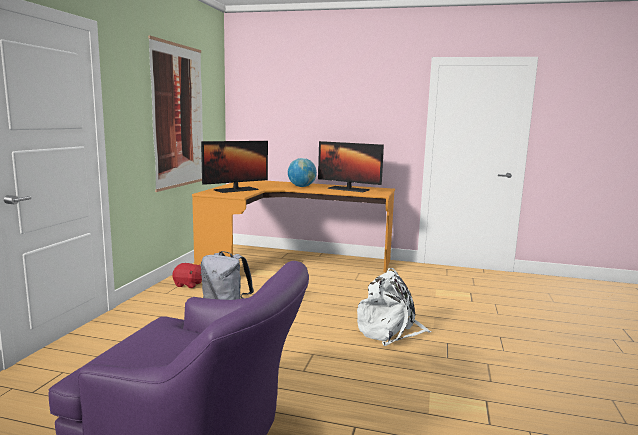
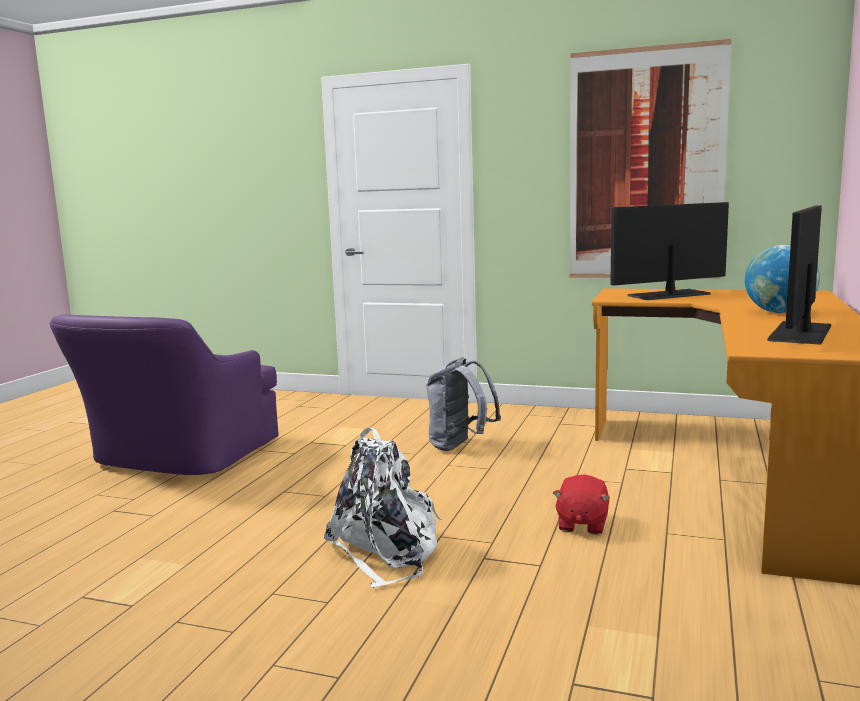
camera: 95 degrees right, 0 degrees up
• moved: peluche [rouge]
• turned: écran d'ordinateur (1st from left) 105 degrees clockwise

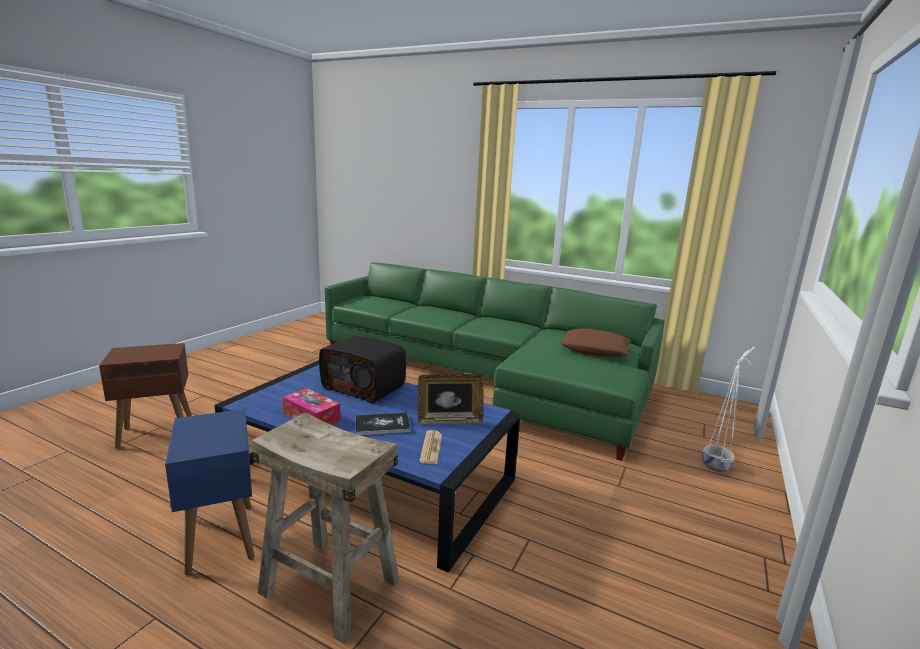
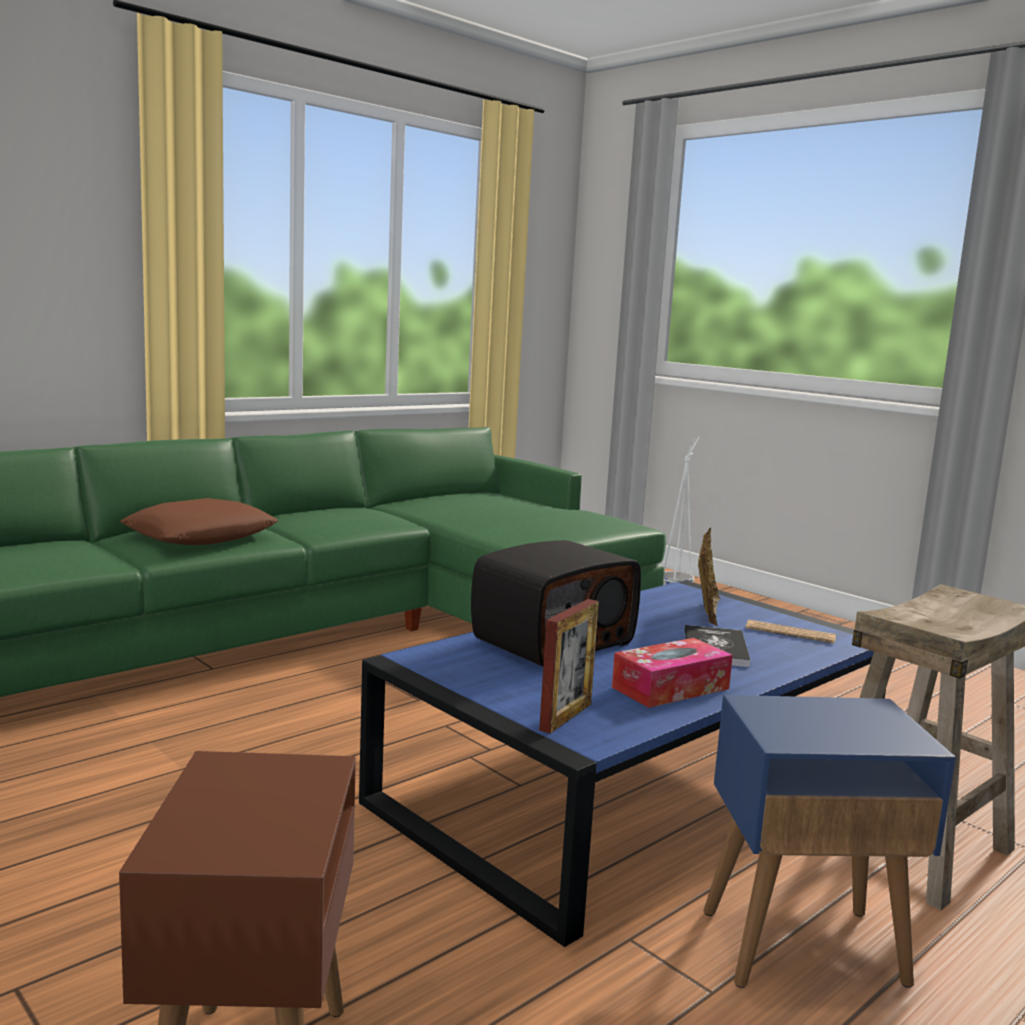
camera: 70 degrees left, 5 degrees down
• moved: coussin [marron]
• added: cadre photo (1st from left)

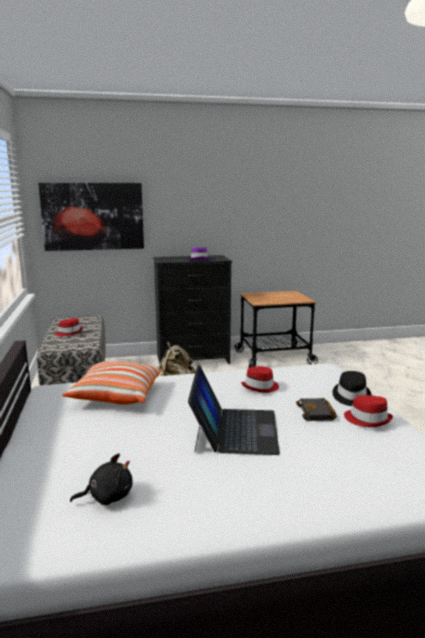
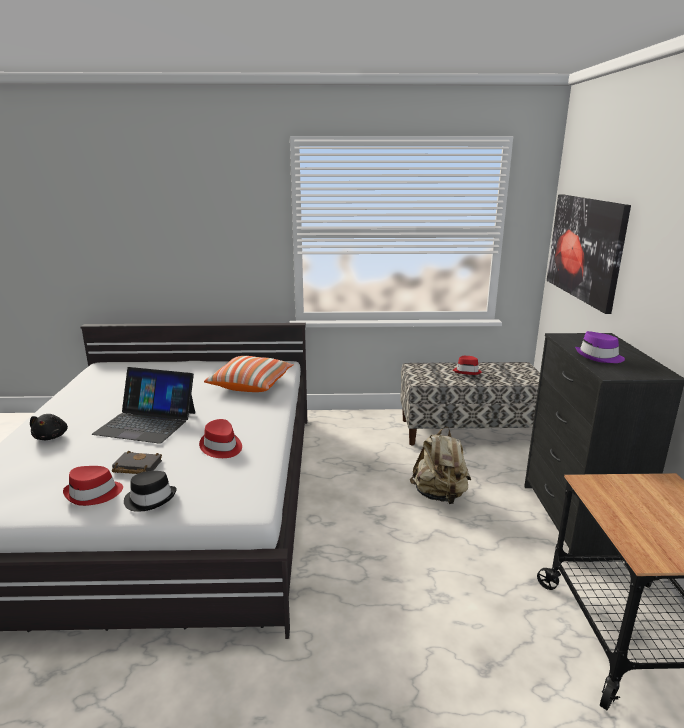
camera: 100 degrees right, 5 degrees up
• moved: peluche [noir]

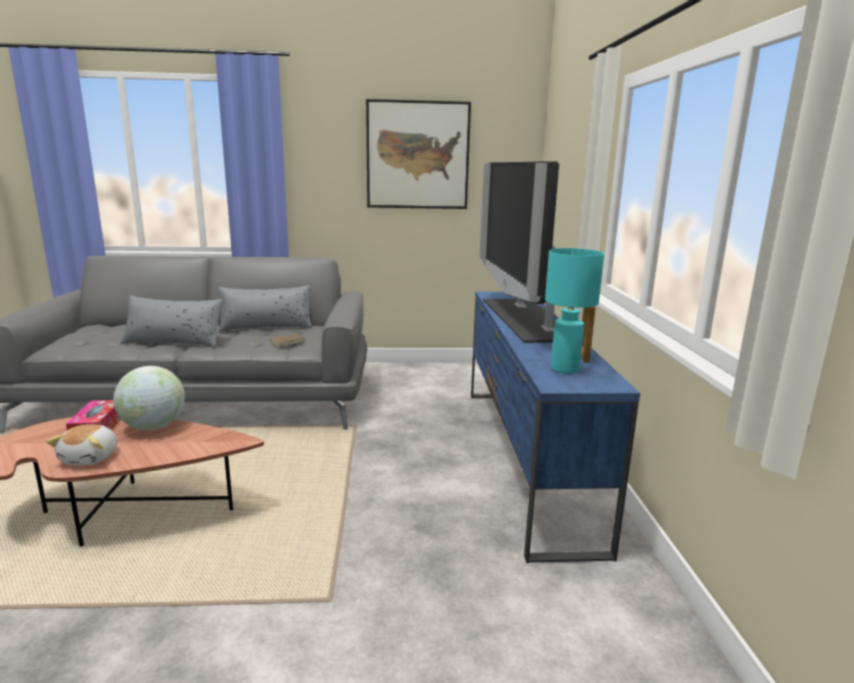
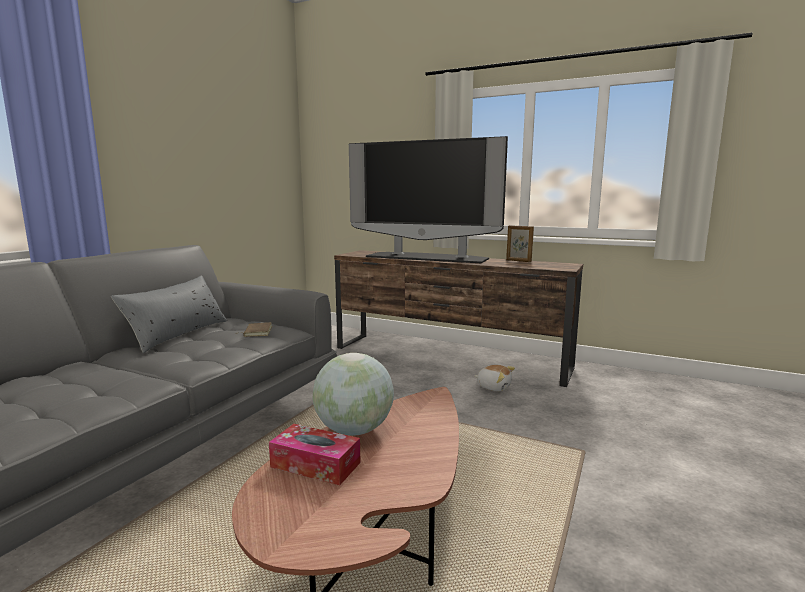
camera: 60 degrees left, 5 degrees down
• recoloured: meuble télé [bleu] to meuble télé [marron]
• moved: peluche
• removed: coussin [gris] (1st from left)
• removed: tableau
• removed: lampe de table [turquoise]

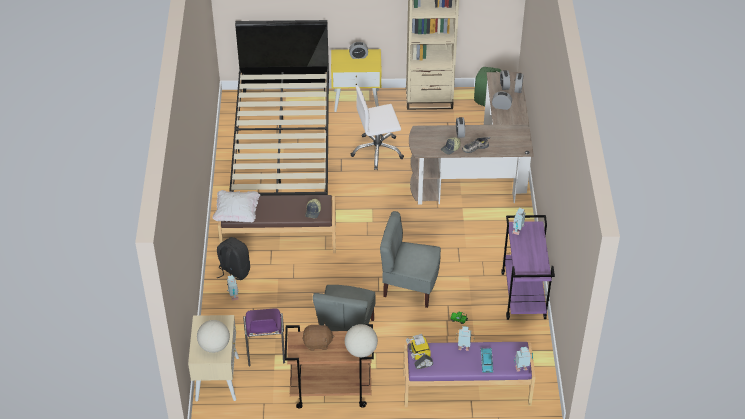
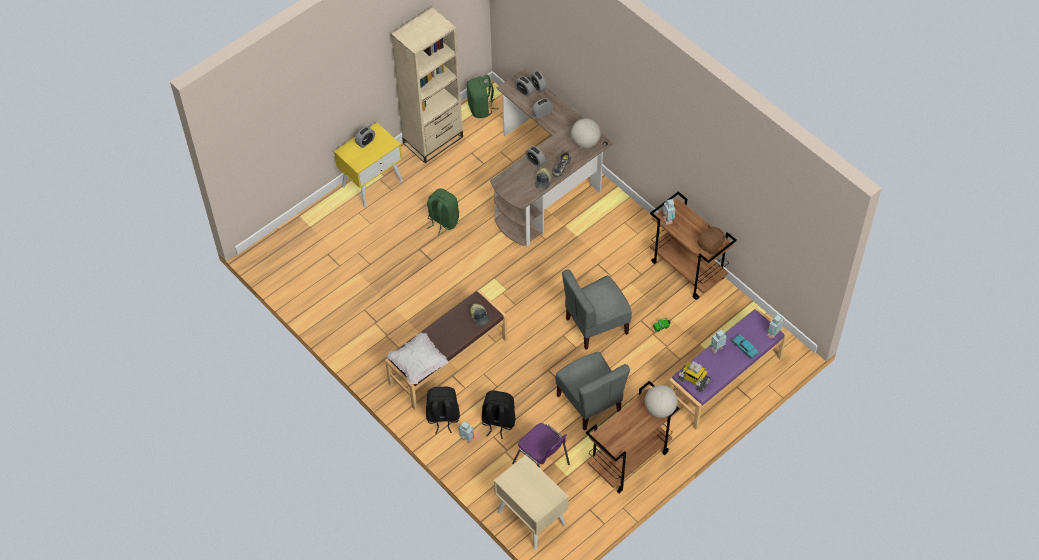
camera: 40 degrees left, 10 degrees up
• replaced: chaise de bureau [blanc] to sac à dos [vert] (1st from left)
• added: sac à dos [noir] (2nd from left)
• moved: globe (1st from left)
• recoloured: chariot [violet] to chariot [marron] (2nd from left)
• moved: peluche [marron]
• removed: lit [noir]

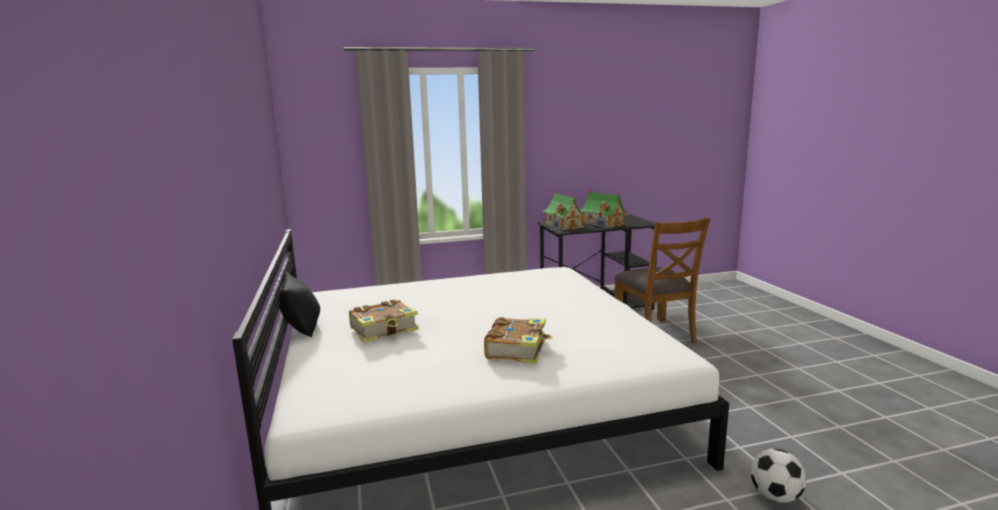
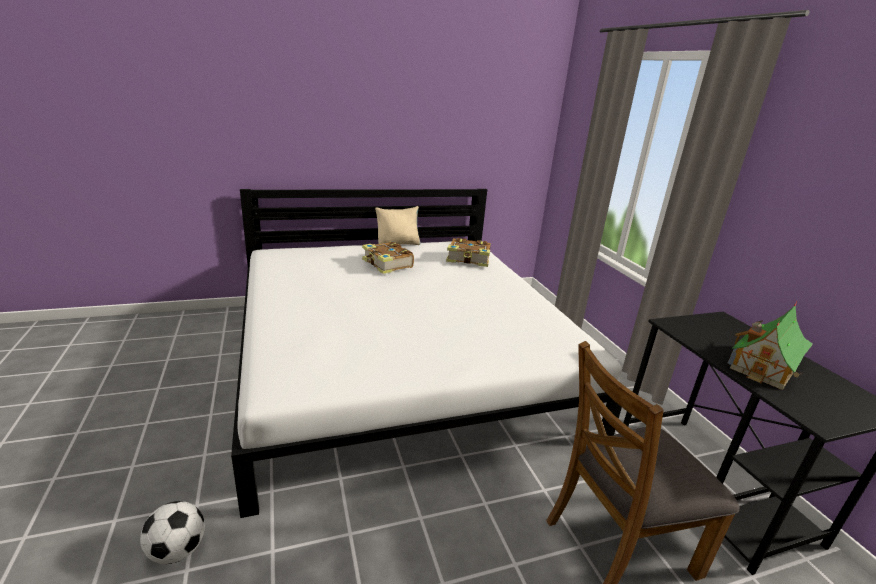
camera: 85 degrees right, 10 degrees up
• recoloured: coussin [noir] to coussin [beige]
• moved: livre (2nd from left)
• removed: maison miniature (1st from left)

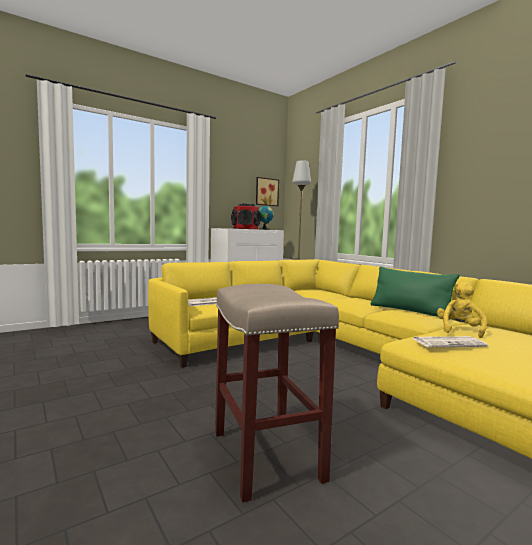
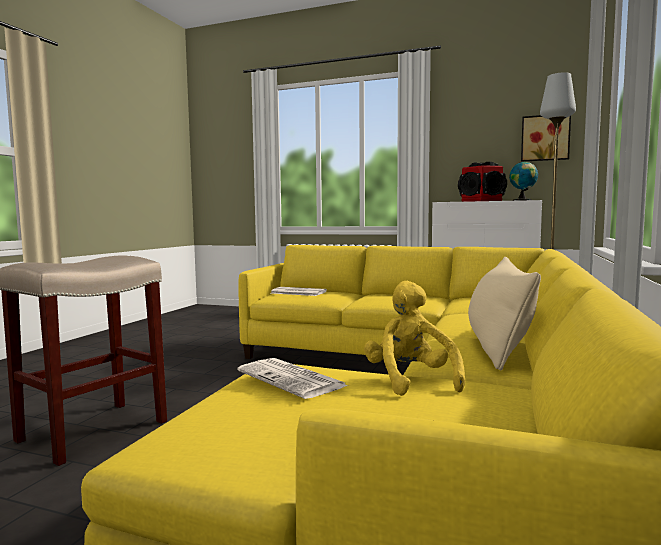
camera: 55 degrees right, 0 degrees up
• turned: peluche [jaune] 90 degrees counterclockwise
• recoloured: coussin [vert] to coussin [beige]

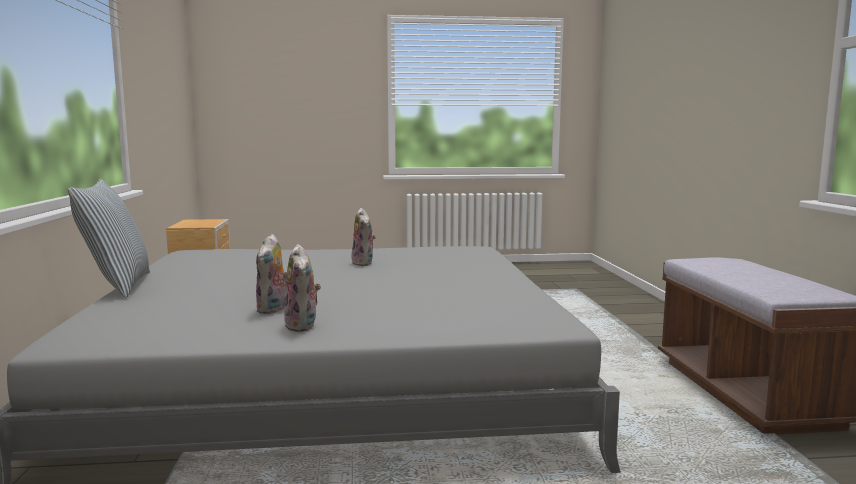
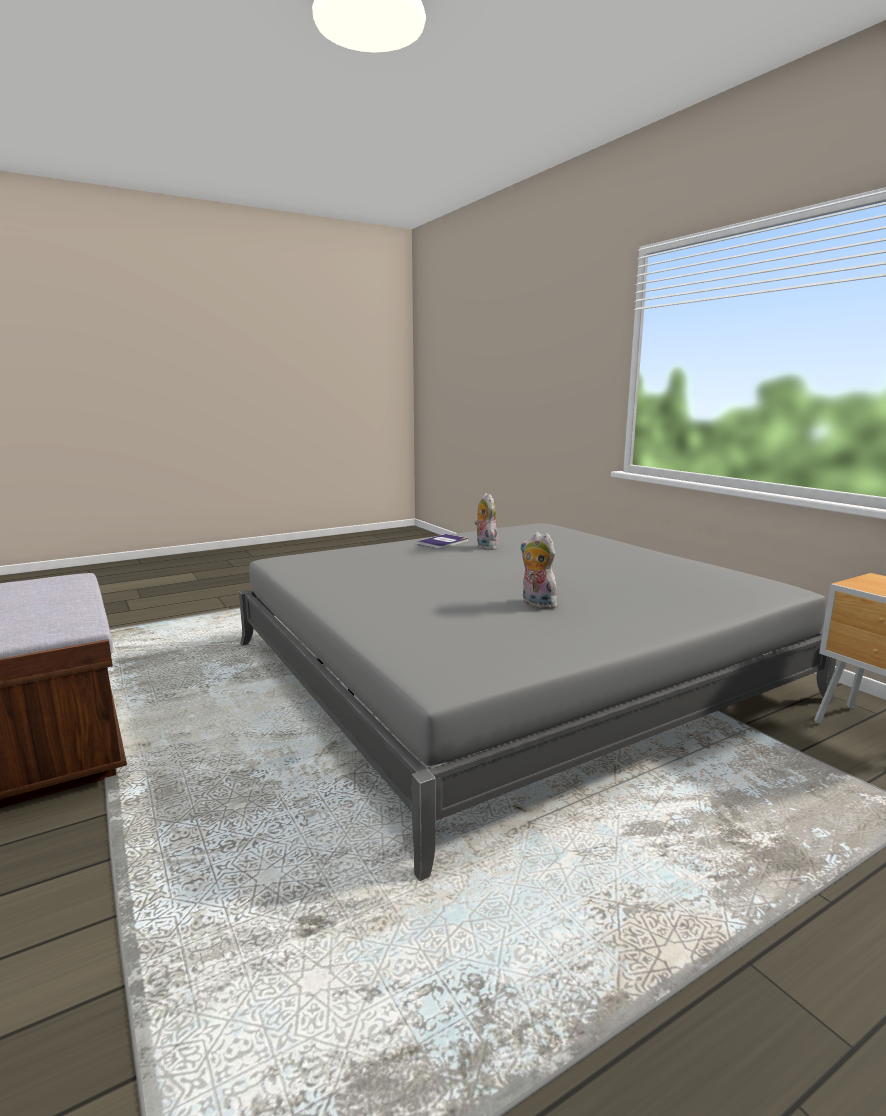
camera: 155 degrees right, 5 degrees up
• replaced: peluche (2nd from left) to livre
• removed: coussin

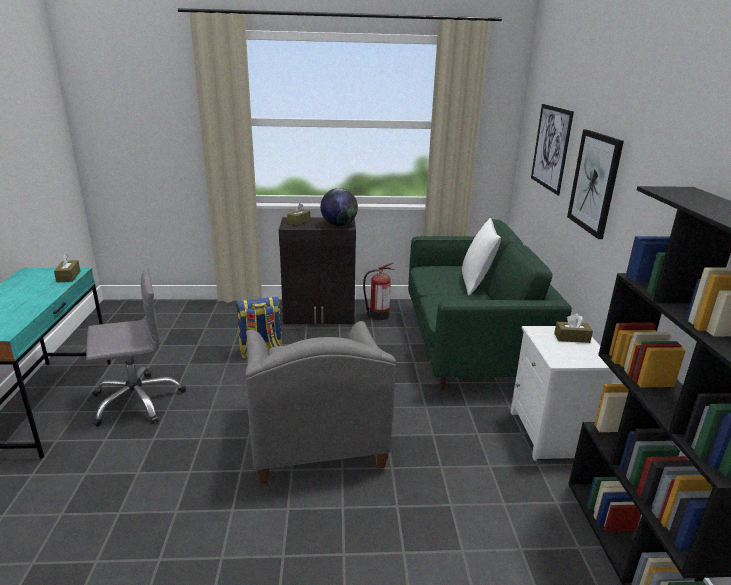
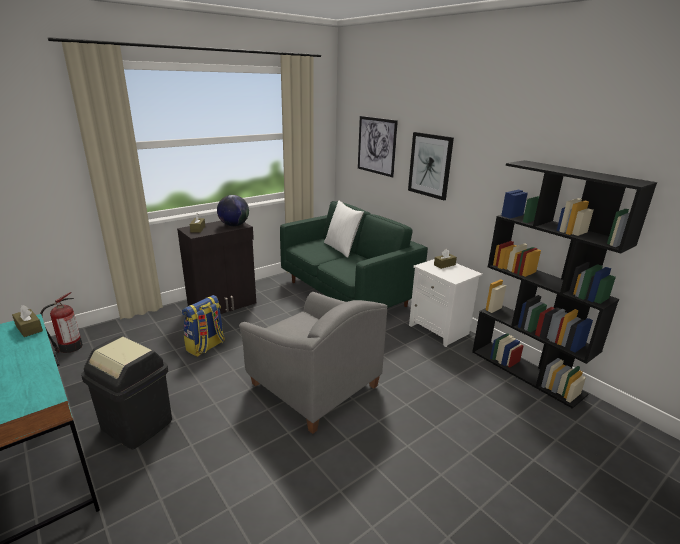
camera: 35 degrees left, 0 degrees up
• moved: extincteur
• replaced: chaise de bureau [gris] to poubelle [noir]

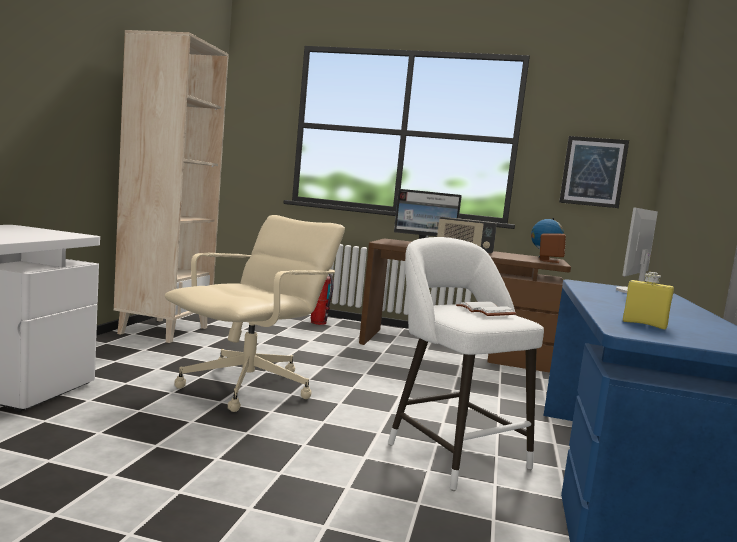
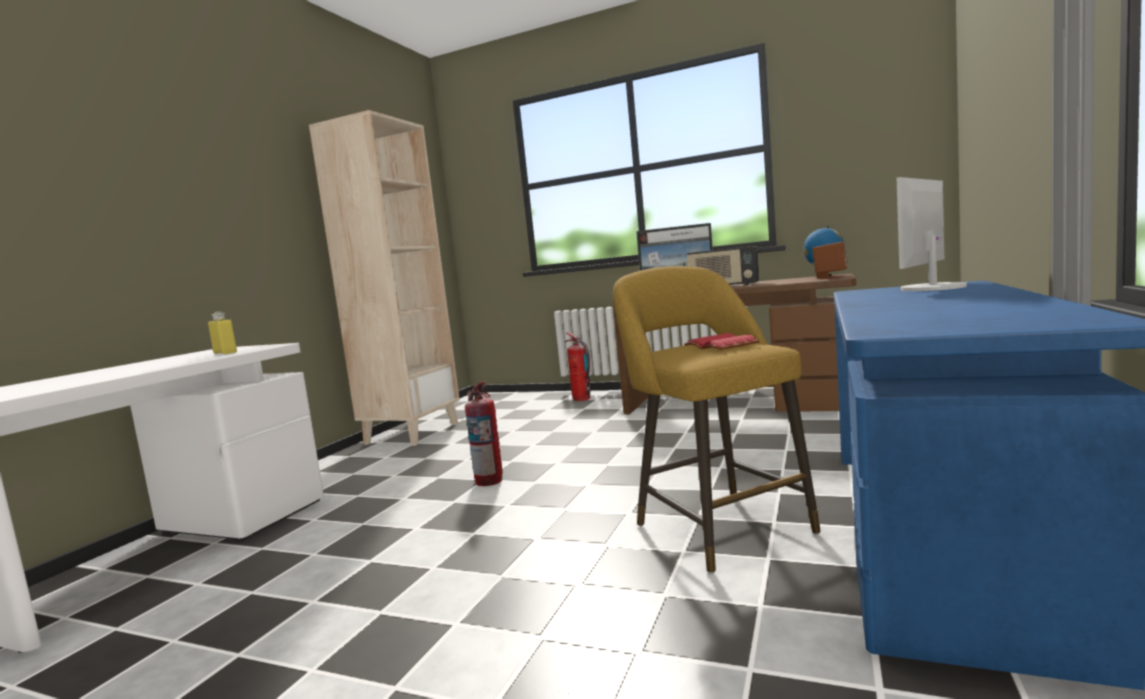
camera: 10 degrees right, 0 degrees up
• moved: bouteille [jaune]
• replaced: chaise de bureau [beige] to extincteur (1st from left)
• recoloured: tabouret [blanc] to tabouret [jaune]
• recoloured: livre [blanc] to livre [rouge]
• removed: tableau

